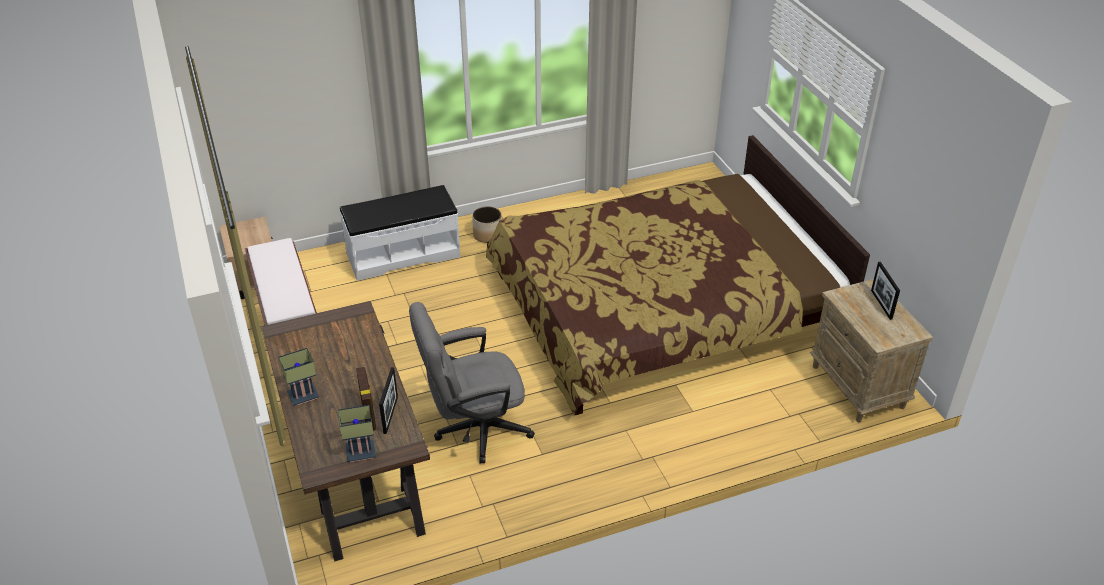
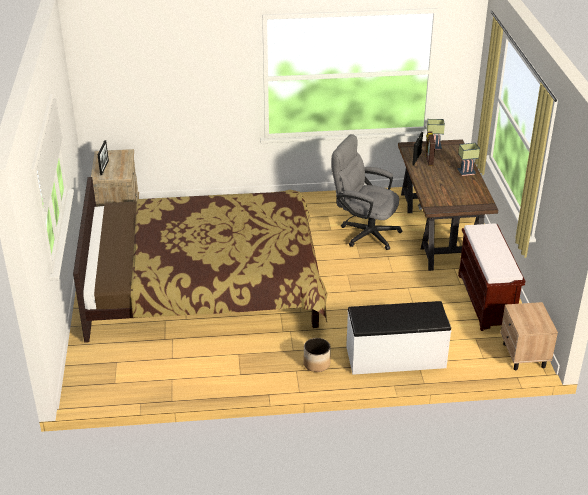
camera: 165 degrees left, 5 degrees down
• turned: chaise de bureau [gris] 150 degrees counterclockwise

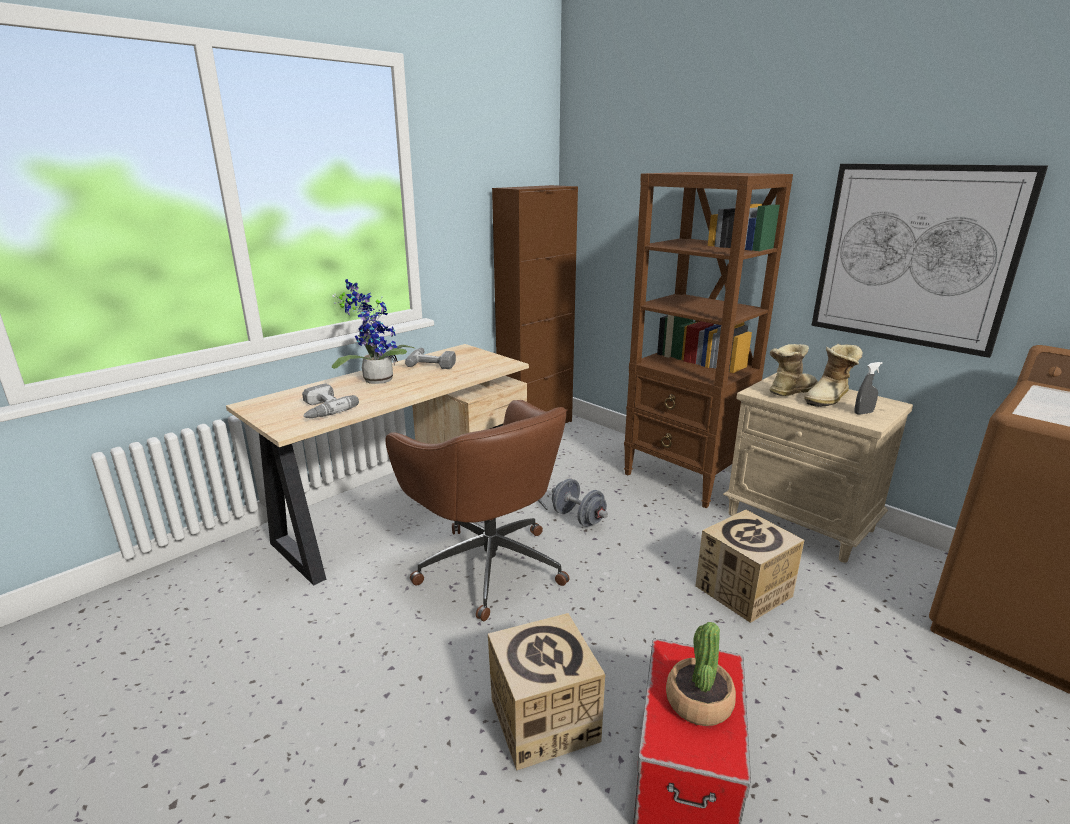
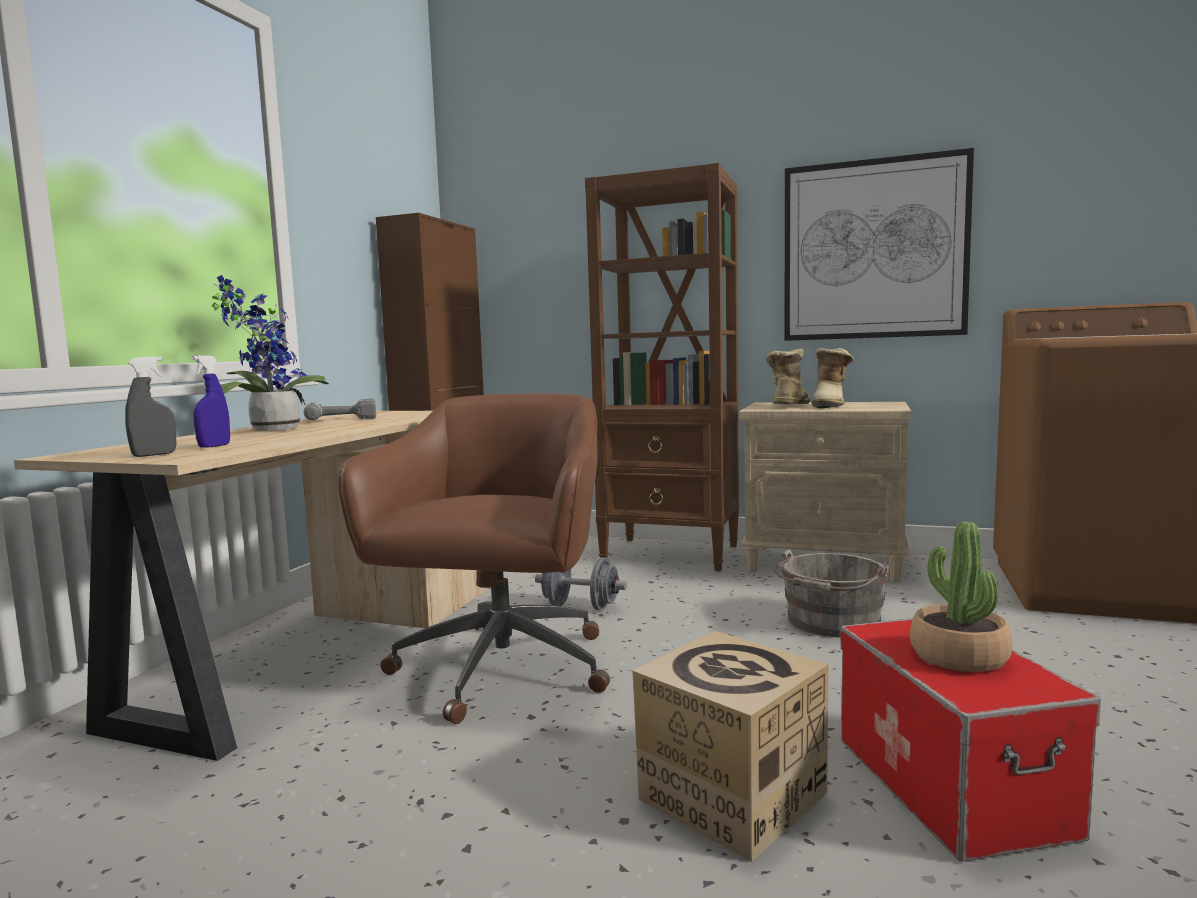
camera: 25 degrees left, 15 degrees down
• moved: vaporisateur [gris]
• replaced: perceuse (1st from left) to vaporisateur [bleu]
• turned: chaise de bureau [marron] 105 degrees counterclockwise
• replaced: carton (2nd from left) to seau [gris]

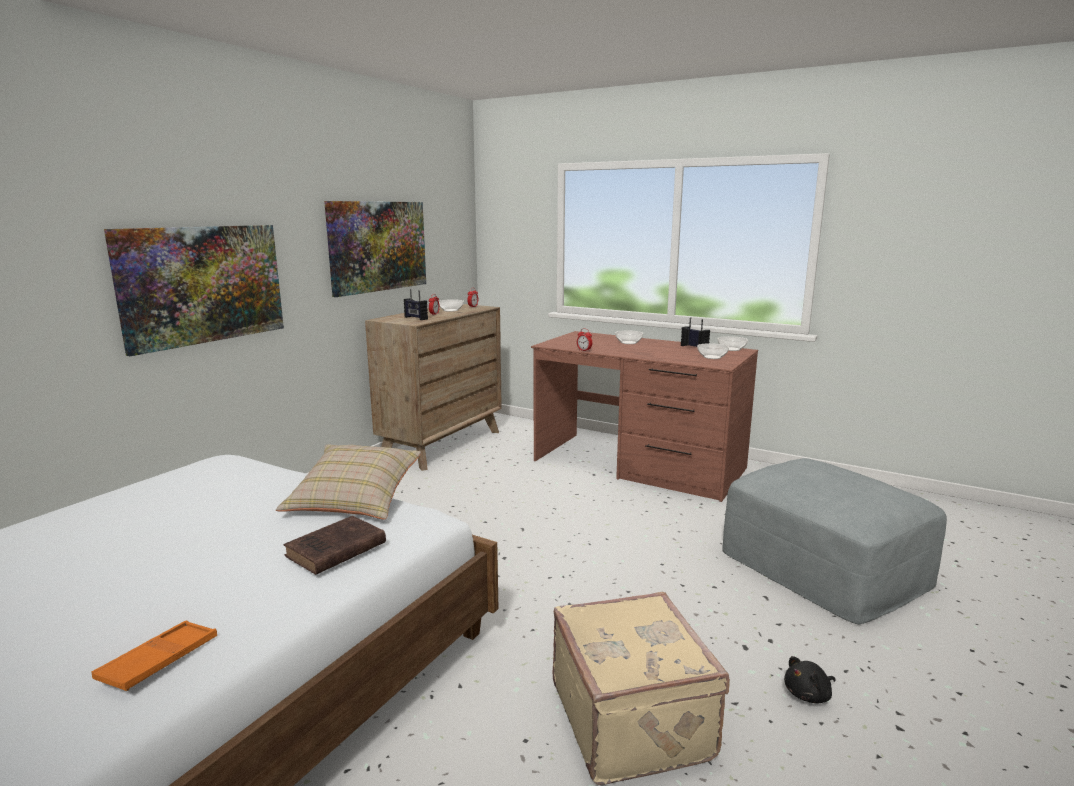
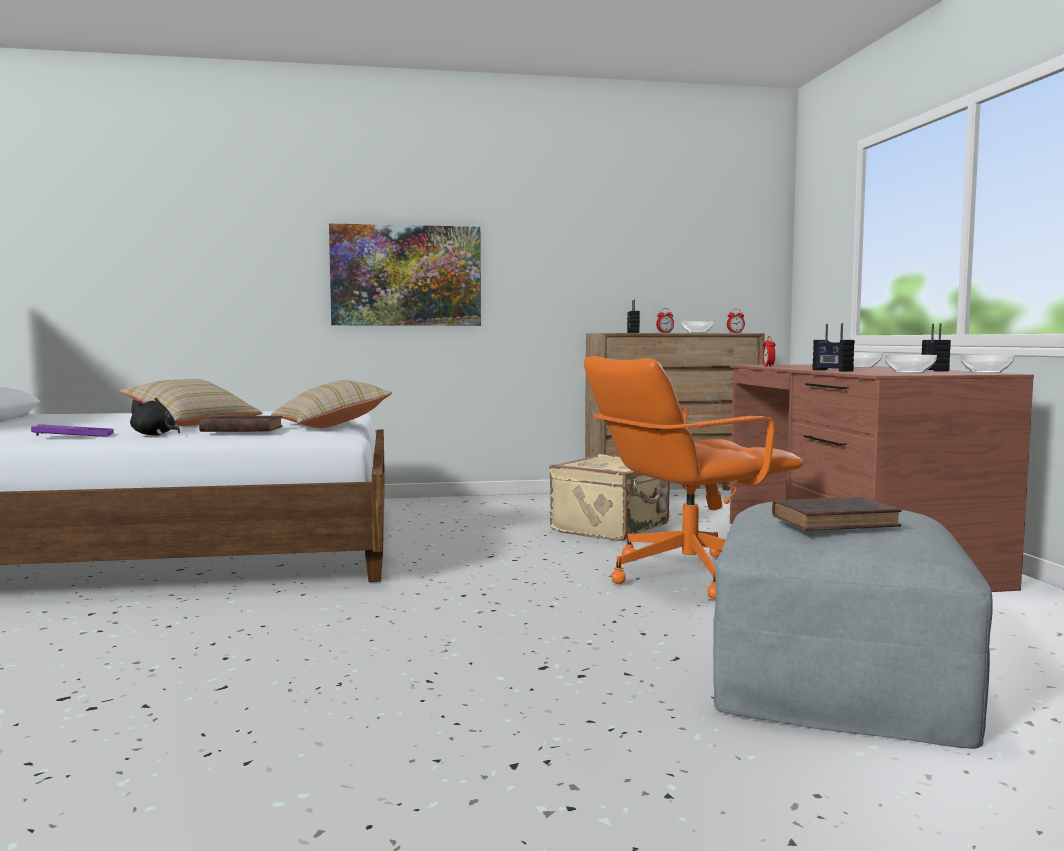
camera: 50 degrees right, 10 degrees down
• recoloured: plateau [orange] to plateau [violet]
• added: coussin [beige] (1st from left)
• moved: peluche [noir]
• moved: valise [beige]
• added: chaise de bureau [orange]
• added: livre [marron] (2nd from left)
• added: radio (2nd from left)
• removed: tableau (2nd from left)

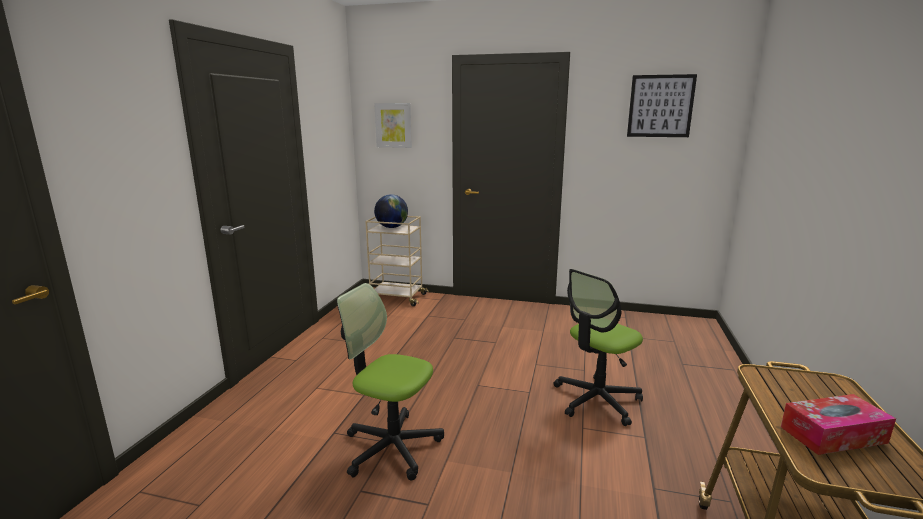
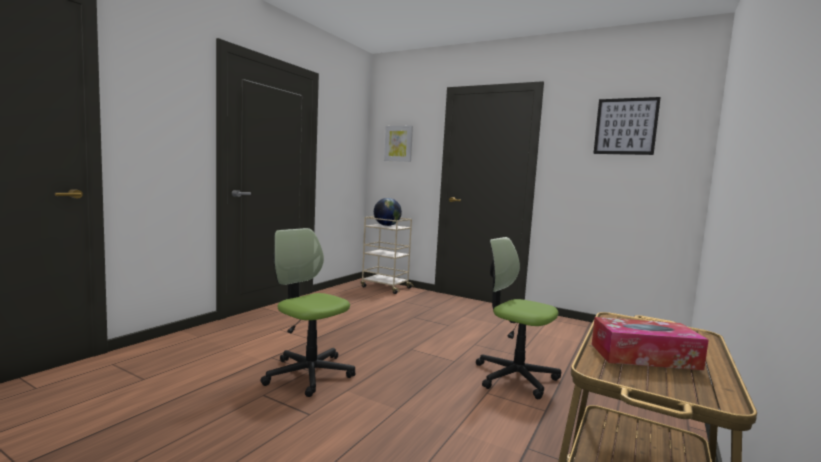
camera: 15 degrees right, 10 degrees down
• turned: chaise de bureau (2nd from left) 60 degrees clockwise

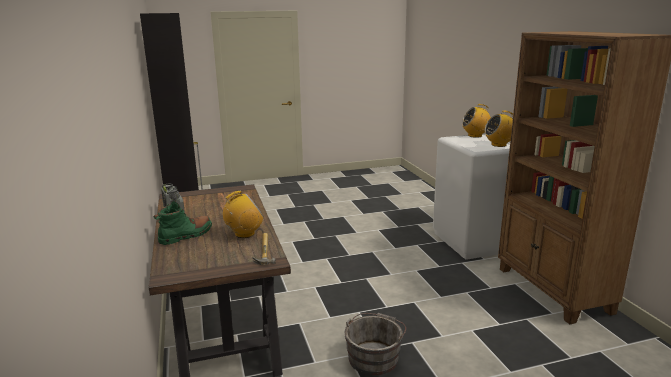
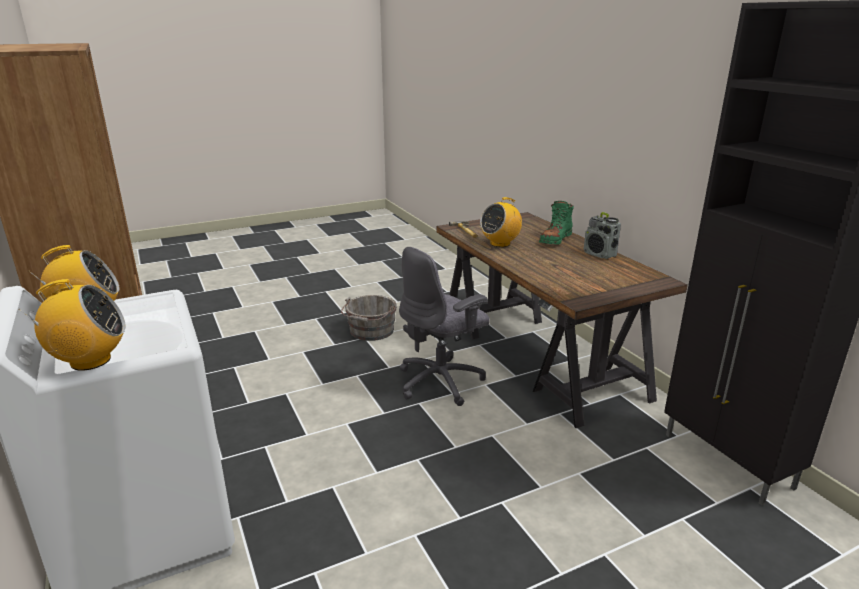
camera: 170 degrees right, 5 degrees up
• added: chaise de bureau [gris]

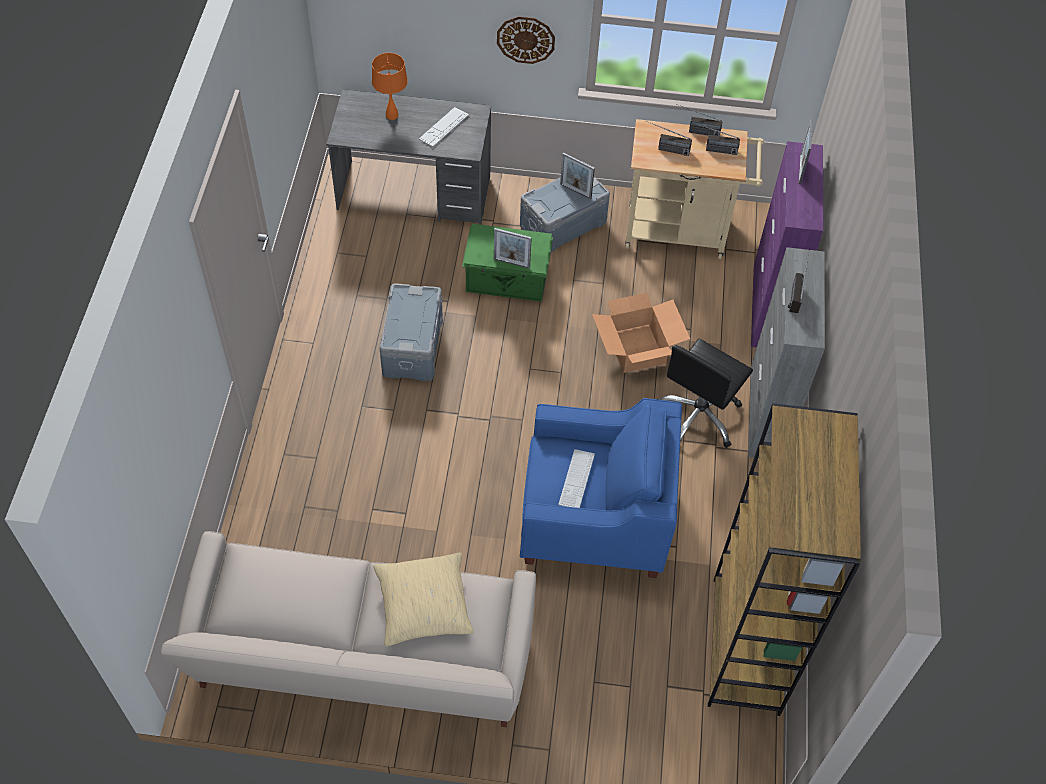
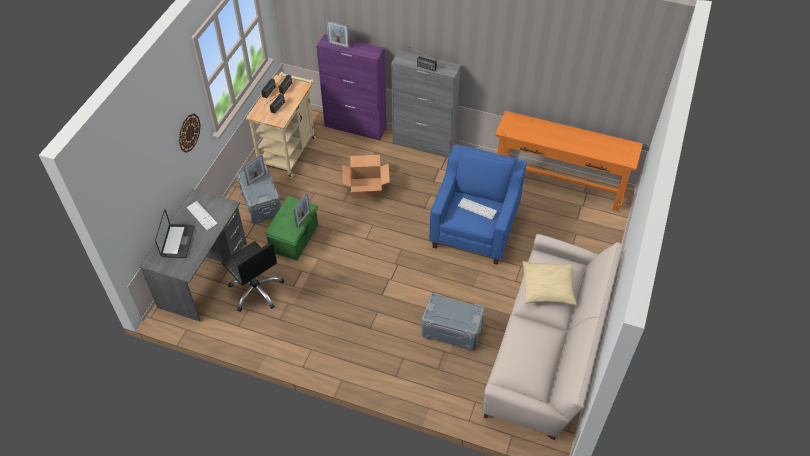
camera: 75 degrees left, 5 degrees down
• replaced: lampe de table [orange] to ordinateur portable
• moved: chaise de bureau [noir]
• moved: boîte de rangement [gris] (1st from left in the first image) to boîte de rangement [gris] (2nd from left)
• replaced: bibliothèque [marron] to table console [orange]

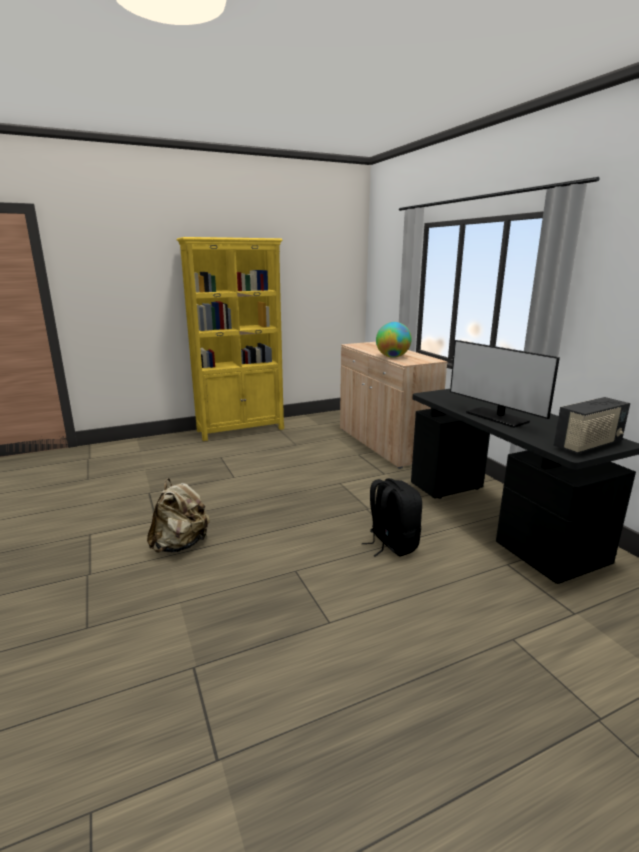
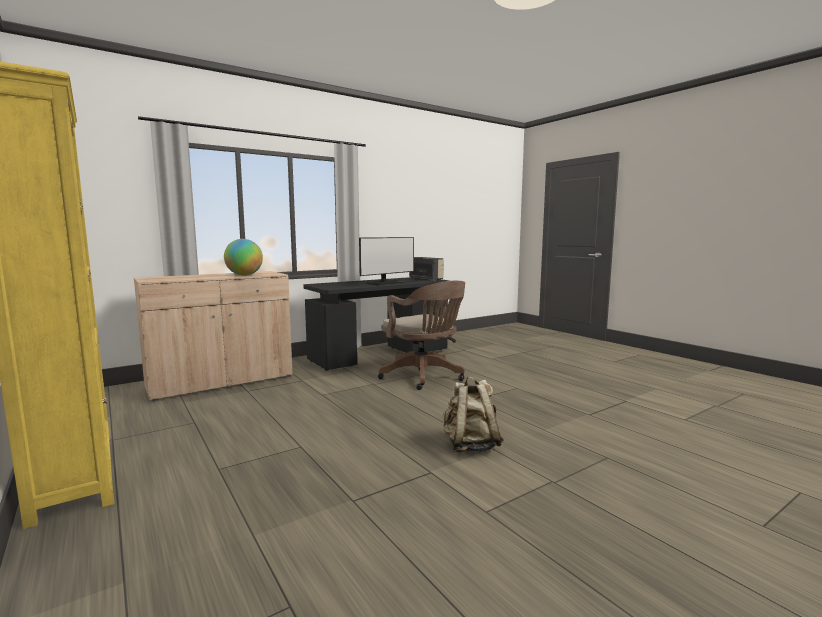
camera: 100 degrees left, 10 degrees down
• replaced: sac à dos [noir] to chaise de bureau [marron]

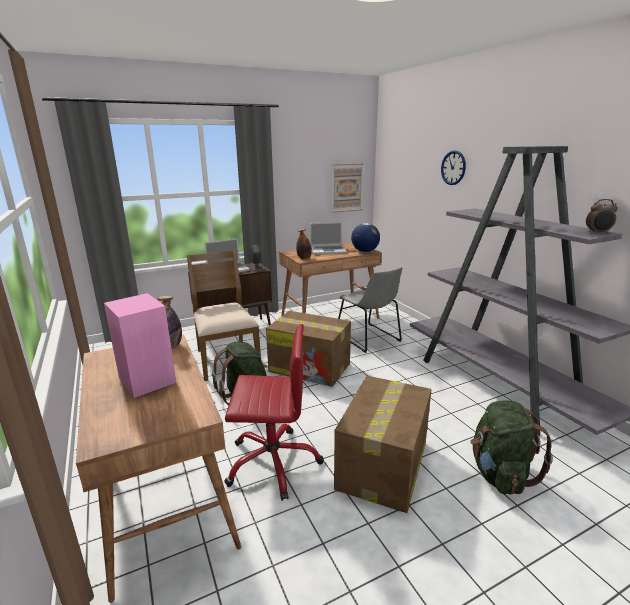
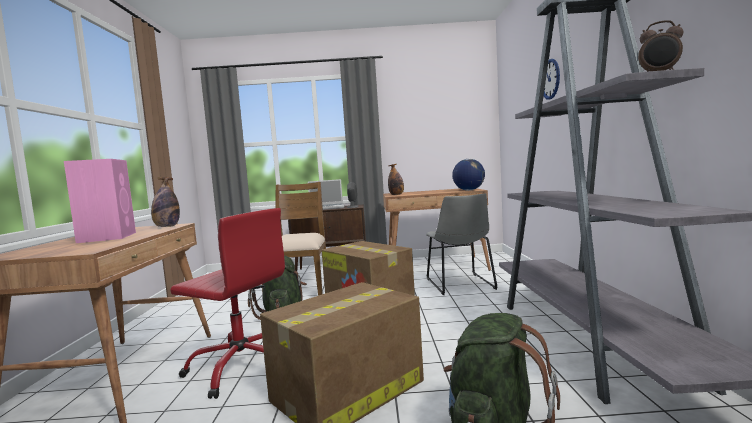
camera: 25 degrees right, 15 degrees down
• removed: ordinateur portable (2nd from left)
• removed: tableau

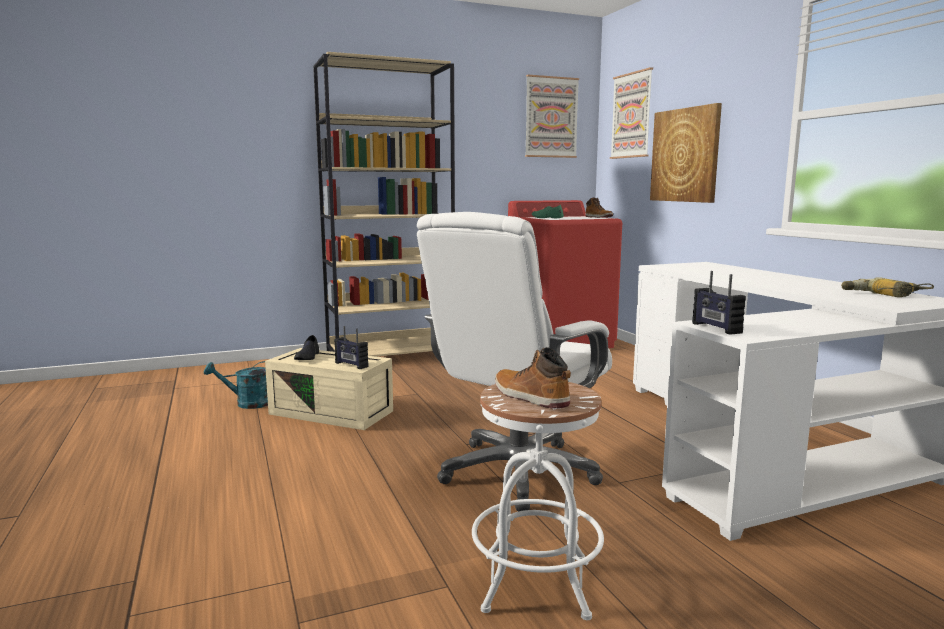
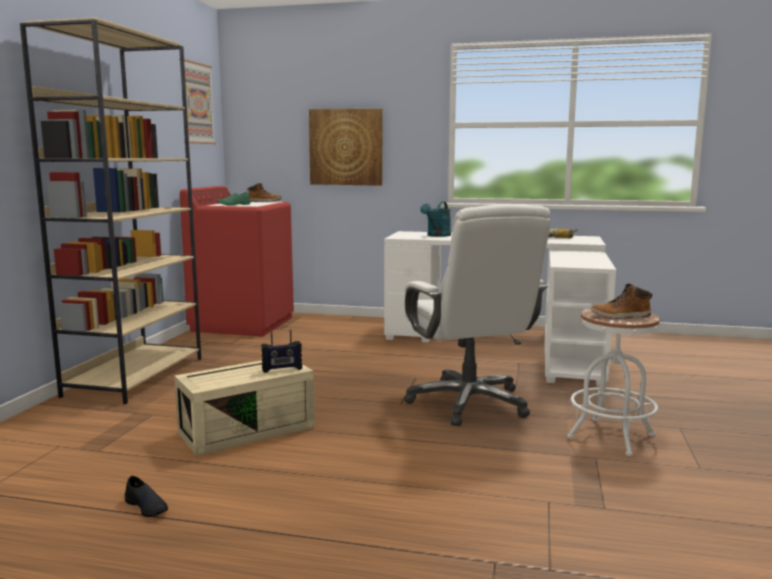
camera: 55 degrees left, 0 degrees up
• moved: chaussure [noir]
• moved: arrosoir [turquoise]
• removed: tableau (2nd from left)
• removed: radio (2nd from left)

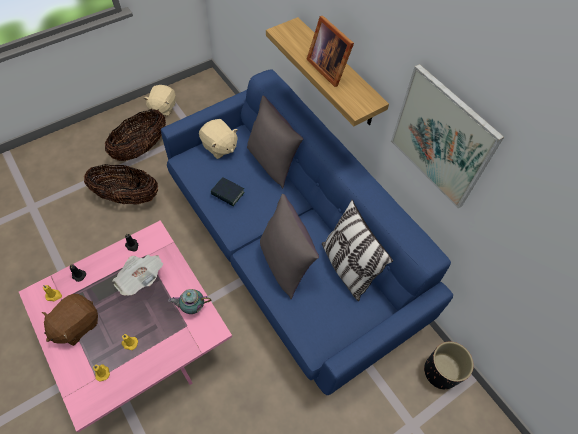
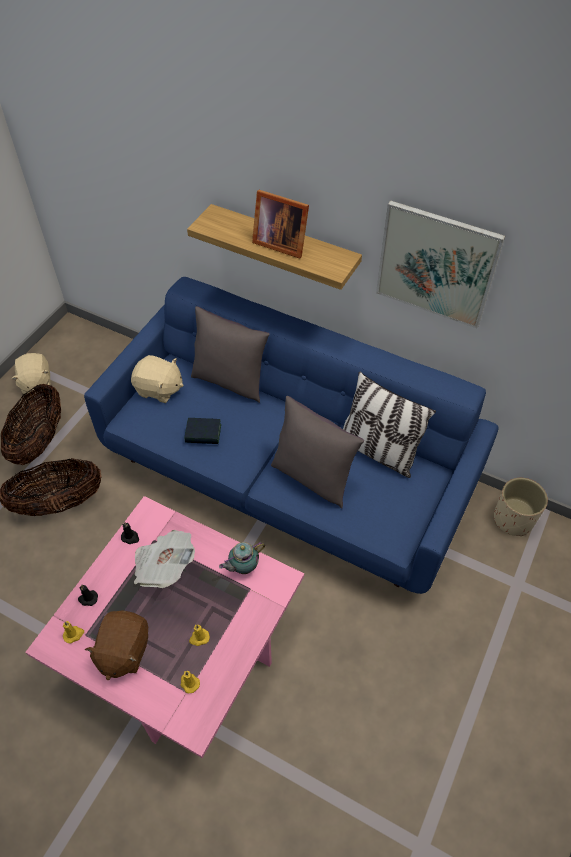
camera: 25 degrees left, 5 degrees down
• recoloured: cache-pot [noir] to cache-pot [beige]

